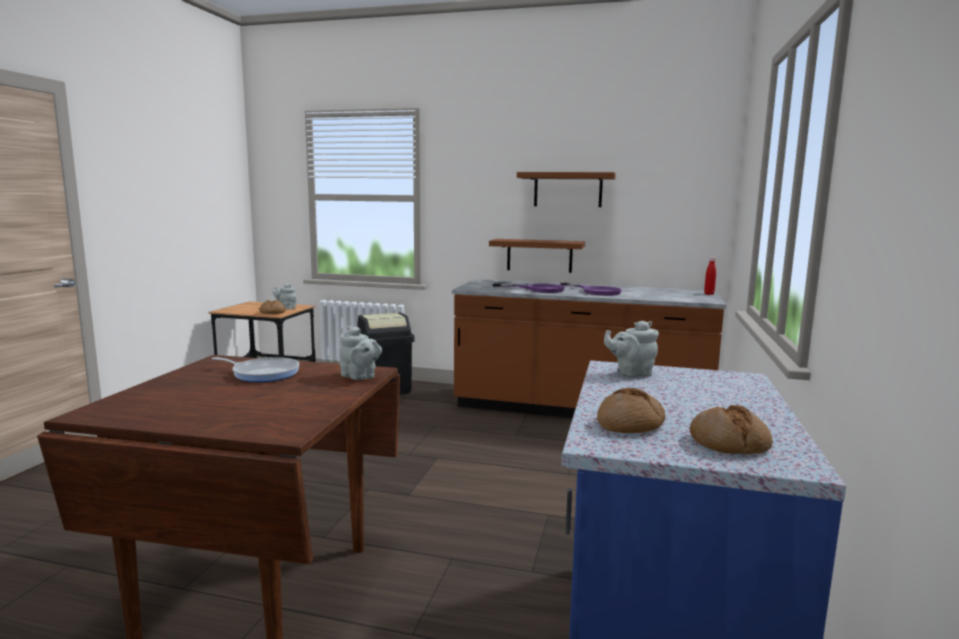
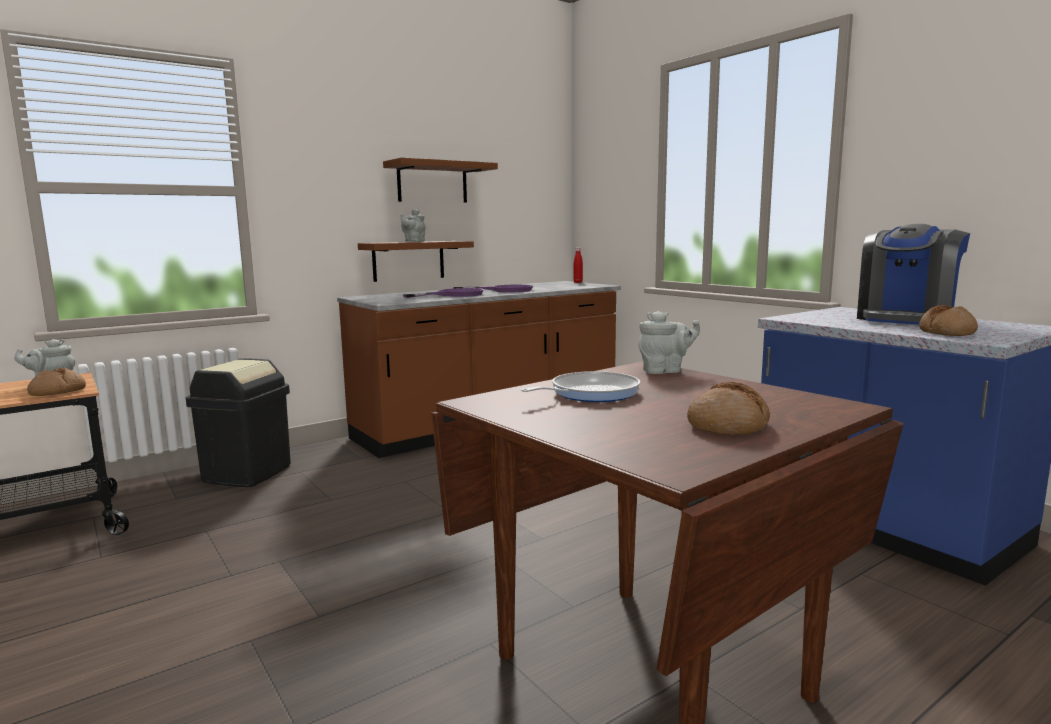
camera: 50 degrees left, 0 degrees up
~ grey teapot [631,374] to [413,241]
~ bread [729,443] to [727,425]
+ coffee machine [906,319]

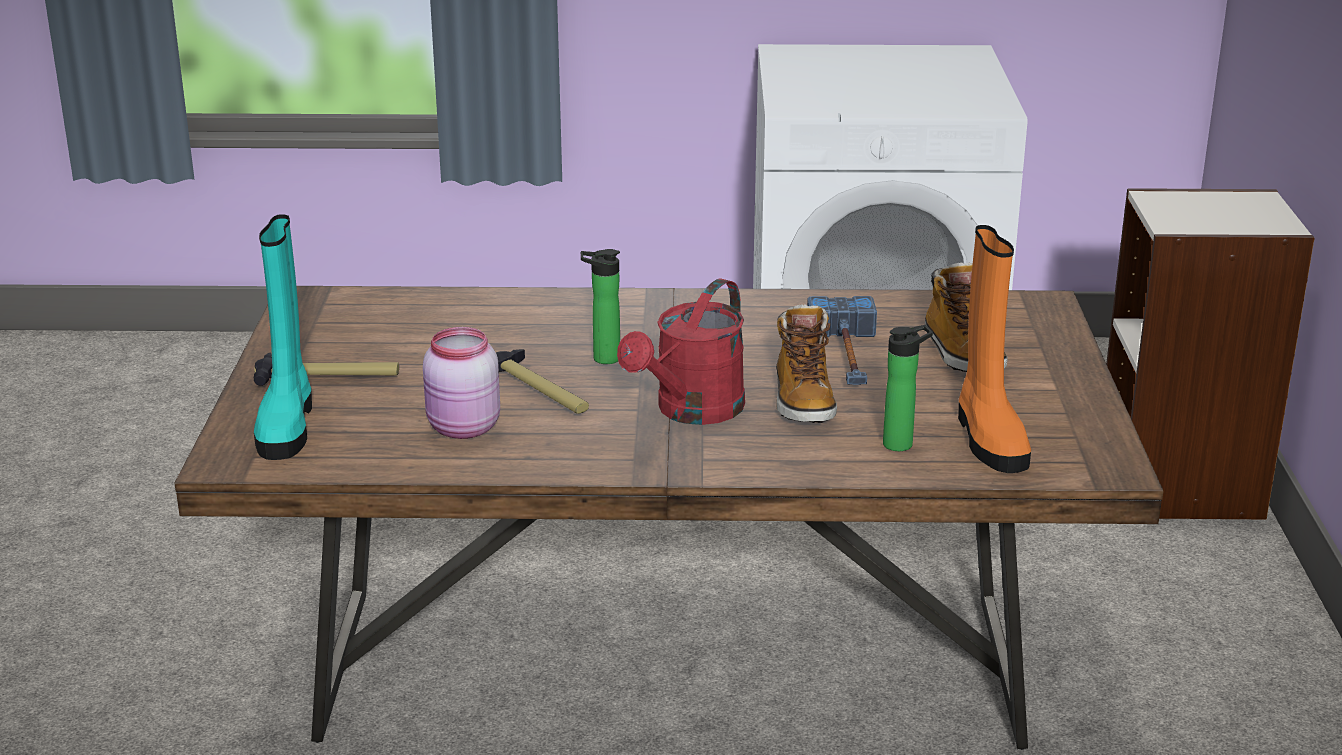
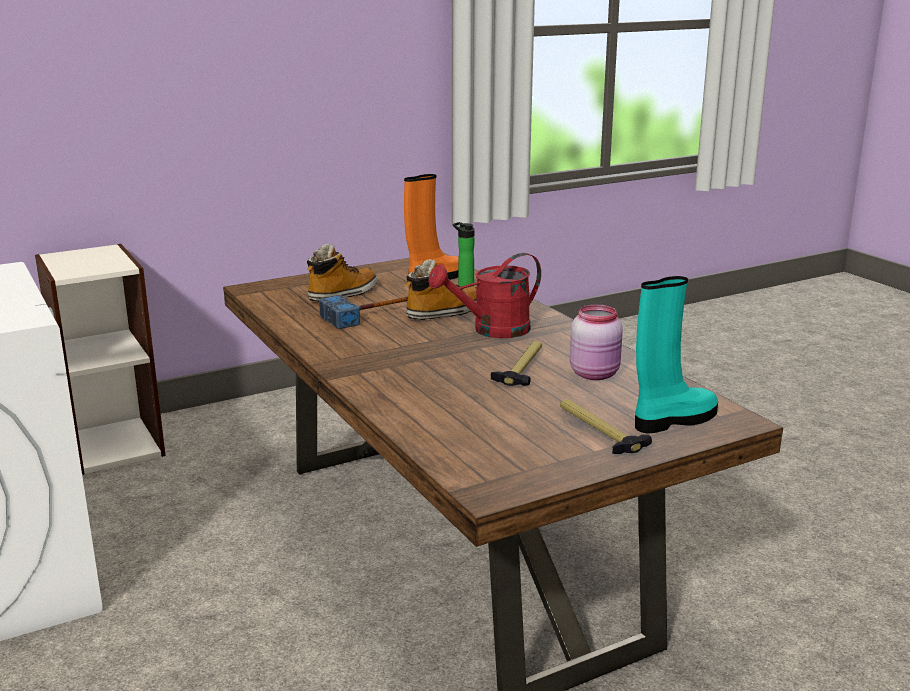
camera: 120 degrees left, 5 degrees down
- bottle [602,359]
~ red watering can [691,412] = [492,330] 150 degrees clockwise

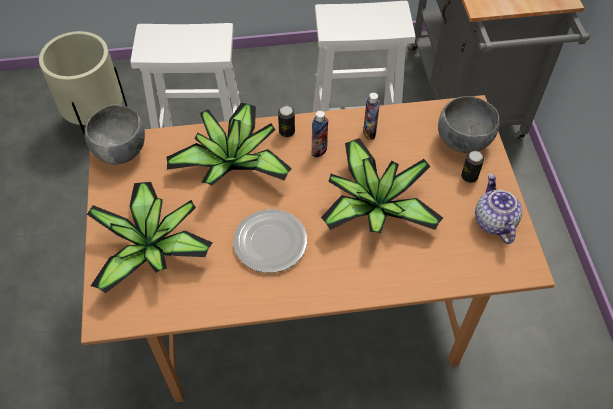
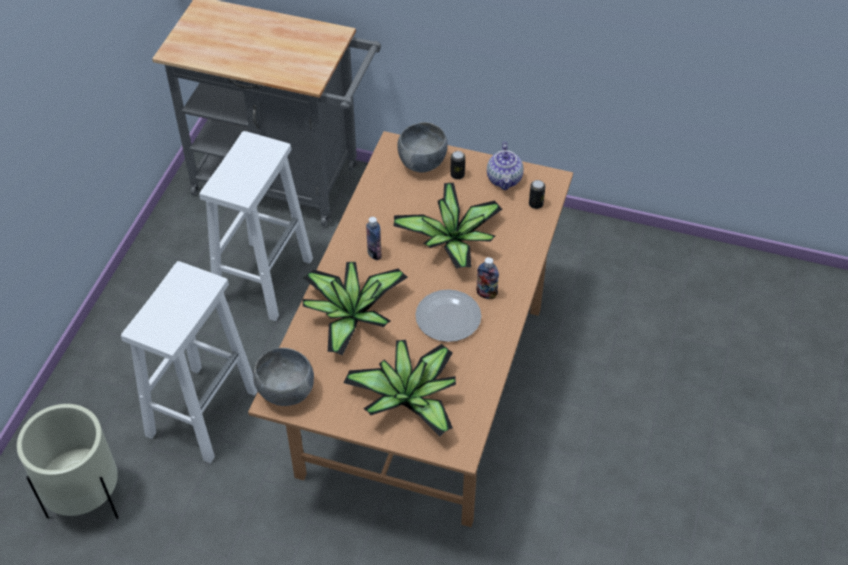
camera: 65 degrees left, 5 degrees down
~ can [287,131] to [536,204]
~ bottle [369,132] to [486,294]
~ teapot [493,221] = [505,179] 105 degrees counterclockwise

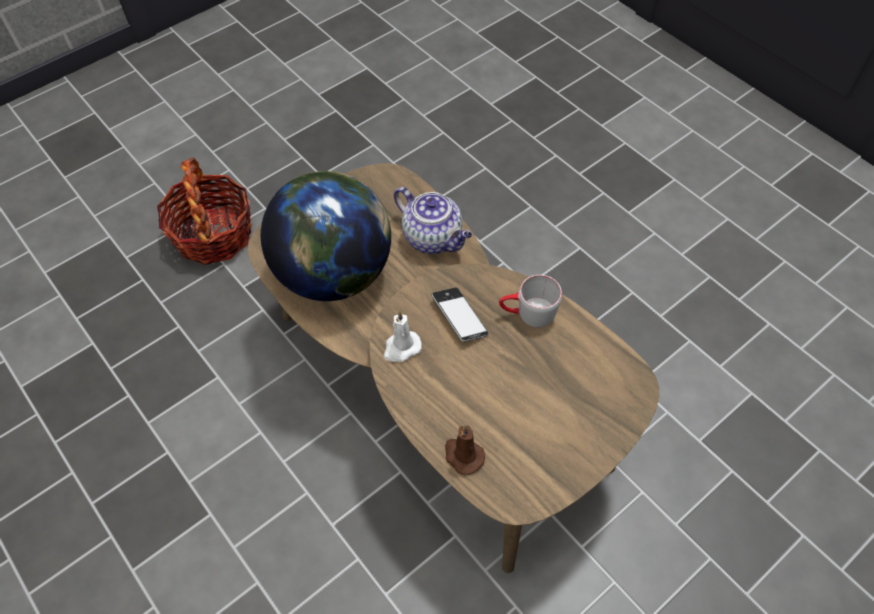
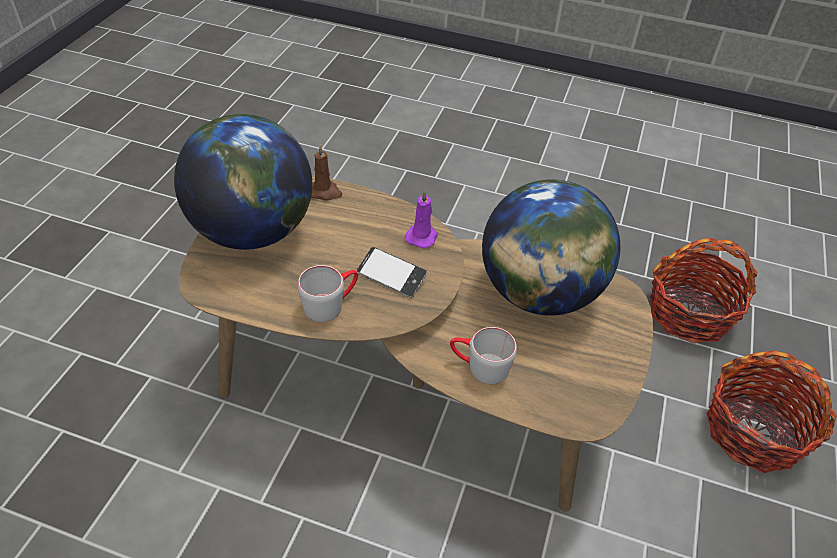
camera: 145 degrees right, 10 degrees down
~ white candle [401,348] to purple candle [422,236]
~ teapot [434,238] to grey mug [479,367]
+ globe [253,231]
+ basket [689,313]

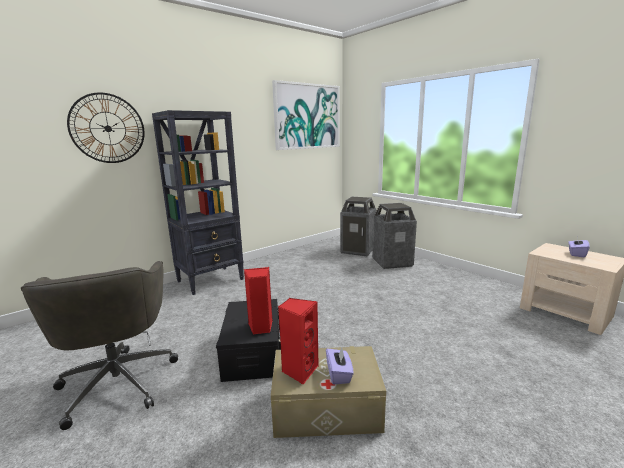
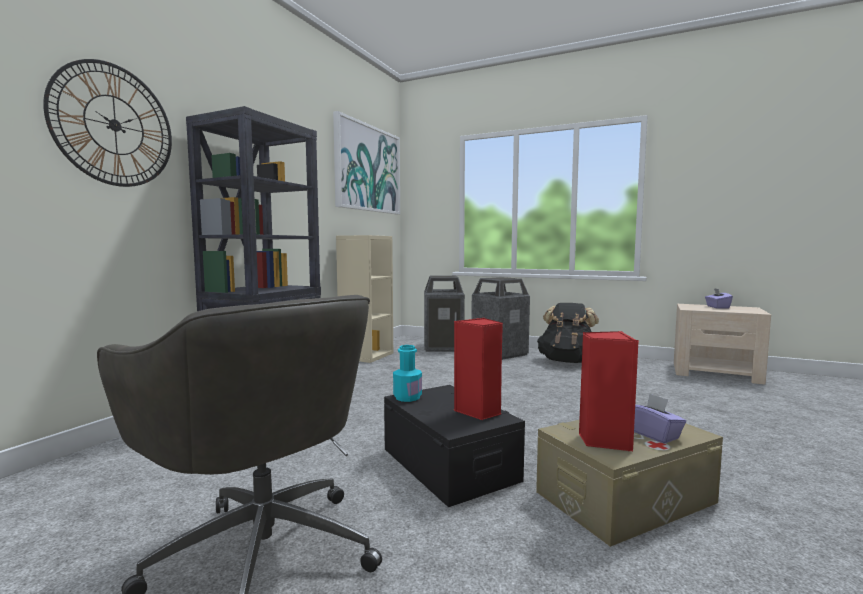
camera: 25 degrees left, 10 degrees down
+ beige bookcase [366,355]
+ turquoise bottle [407,397]
+ black backpack [567,362]

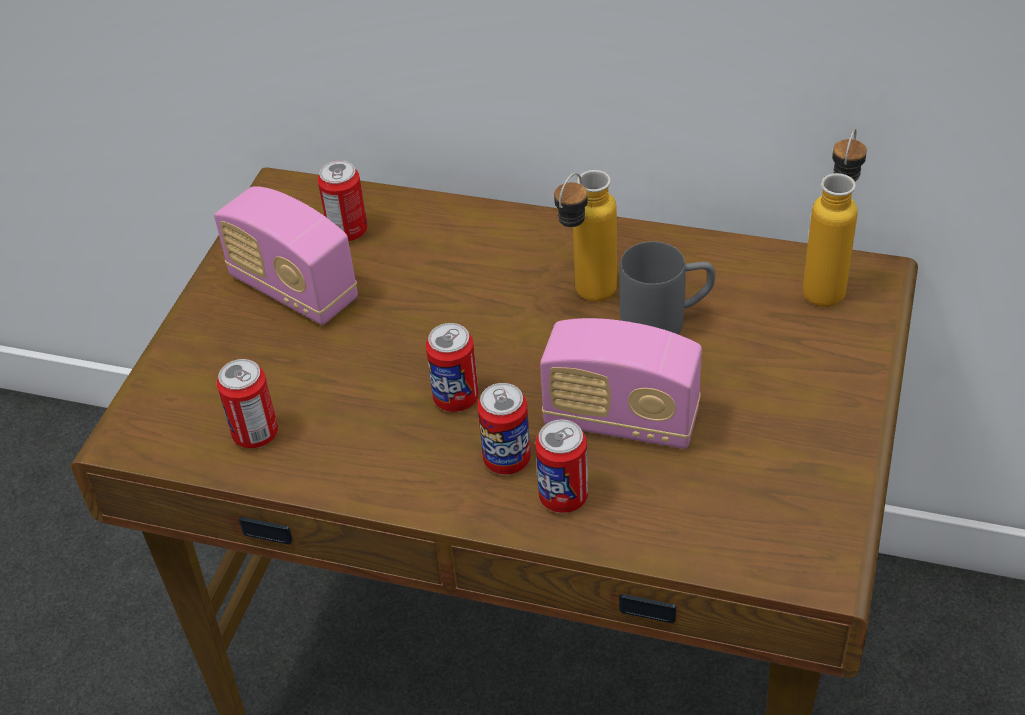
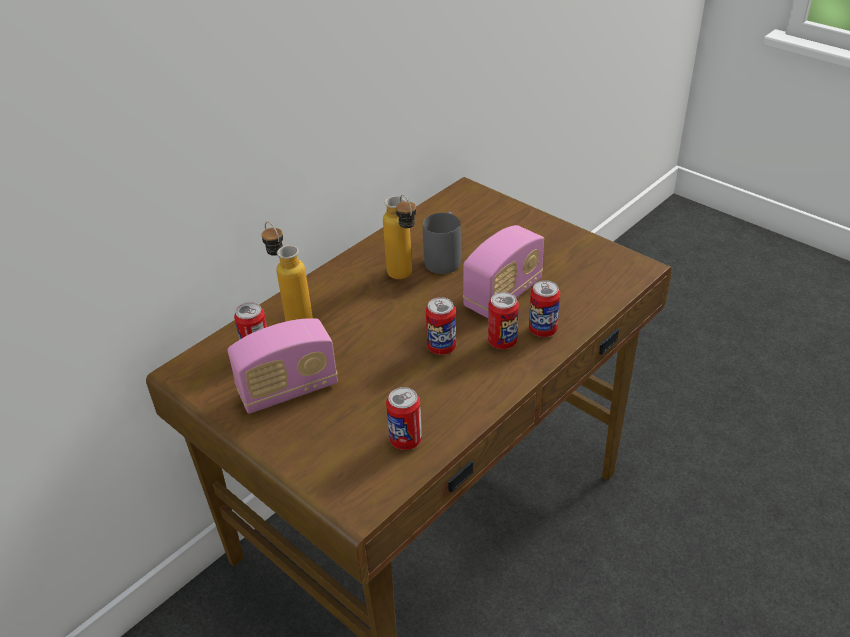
camera: 65 degrees left, 5 degrees down
~ bottle [828,283] to [293,318]

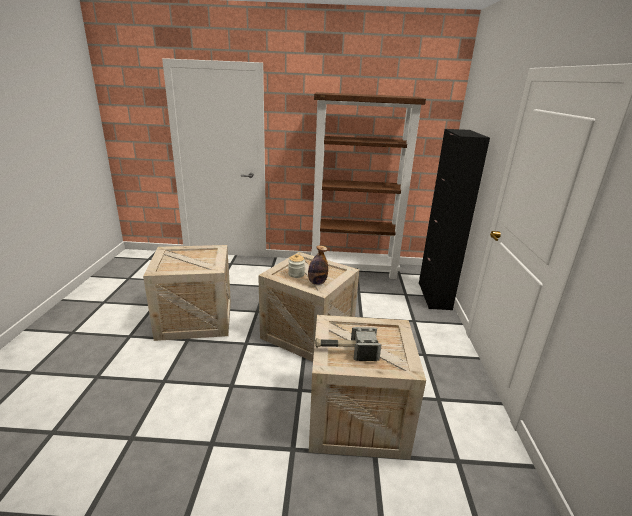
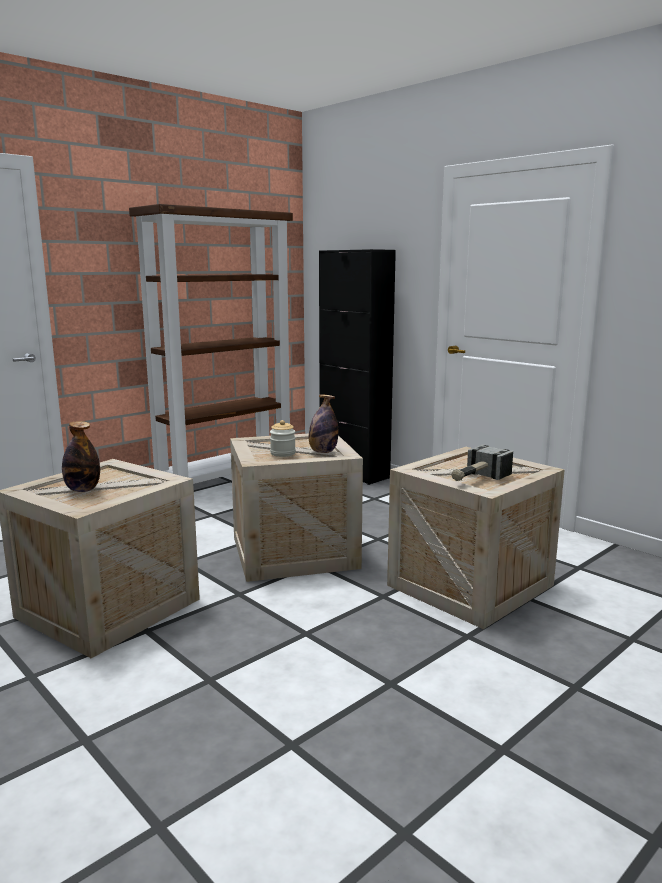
camera: 45 degrees left, 10 degrees down
+ bottle [82,490]

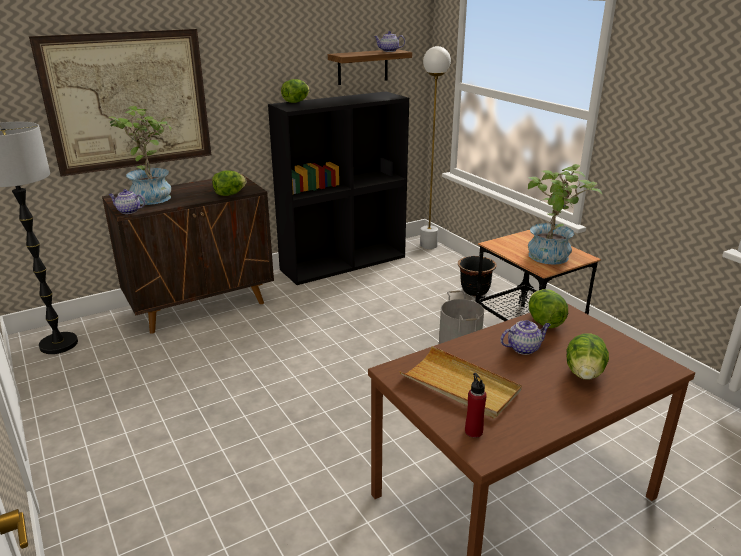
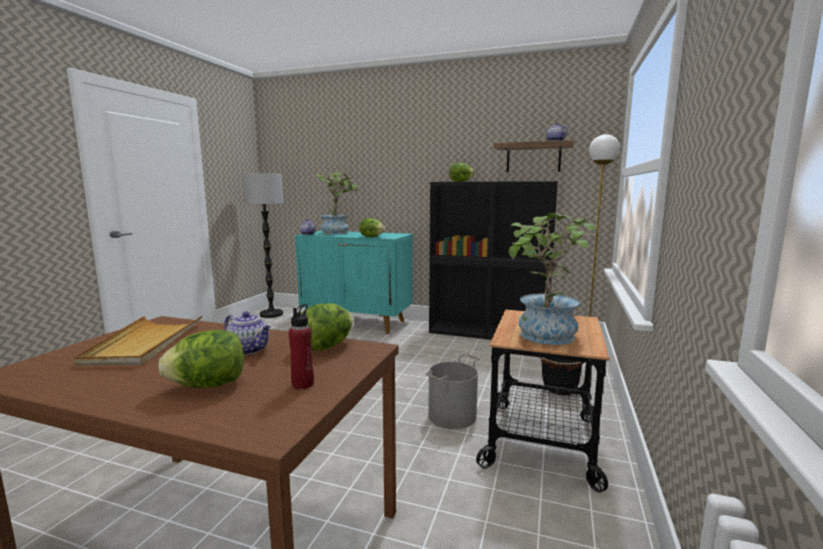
camera: 50 degrees right, 15 degrees down
- picture [129,101]
~ brown cabinet [202,305] to turquoise cabinet [358,322]
~ red bottle [473,431] to [303,384]

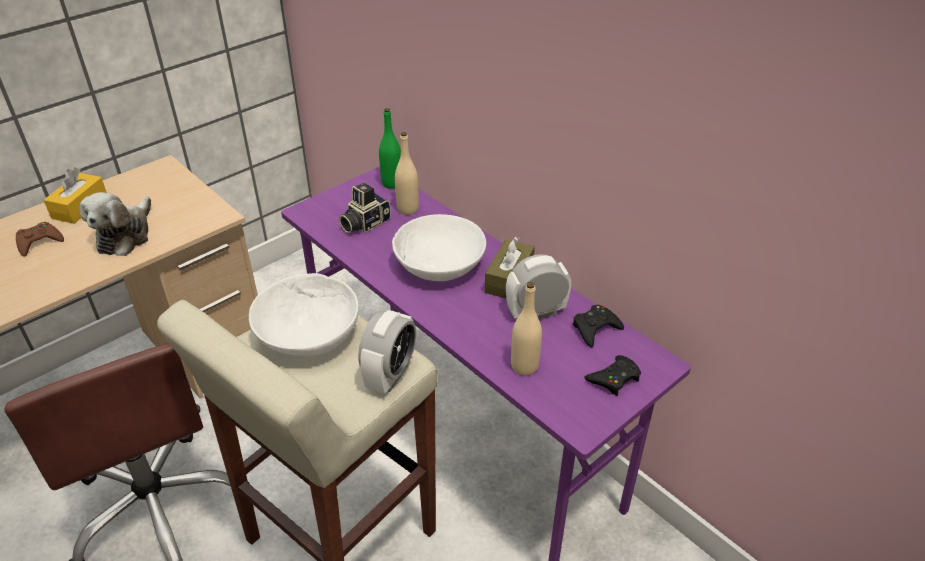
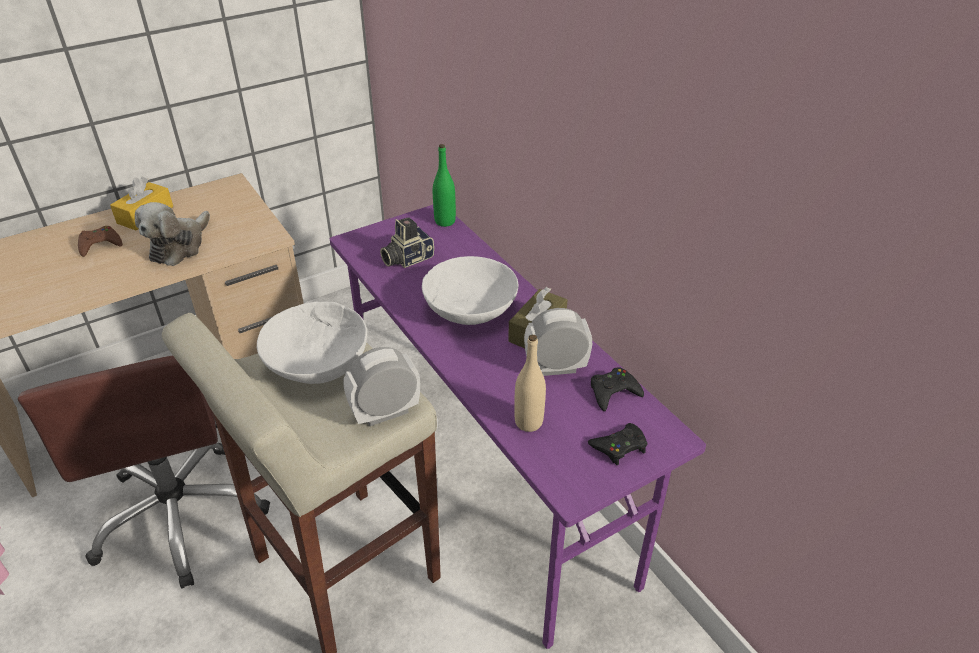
camera: 10 degrees right, 0 degrees up
~ alarm clock [390,375] = [385,413] 150 degrees counterclockwise
- beige bottle [408,209]

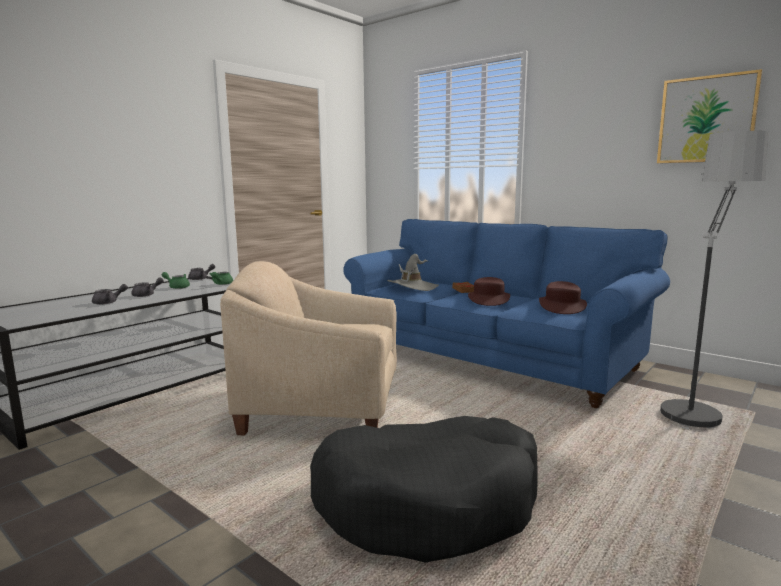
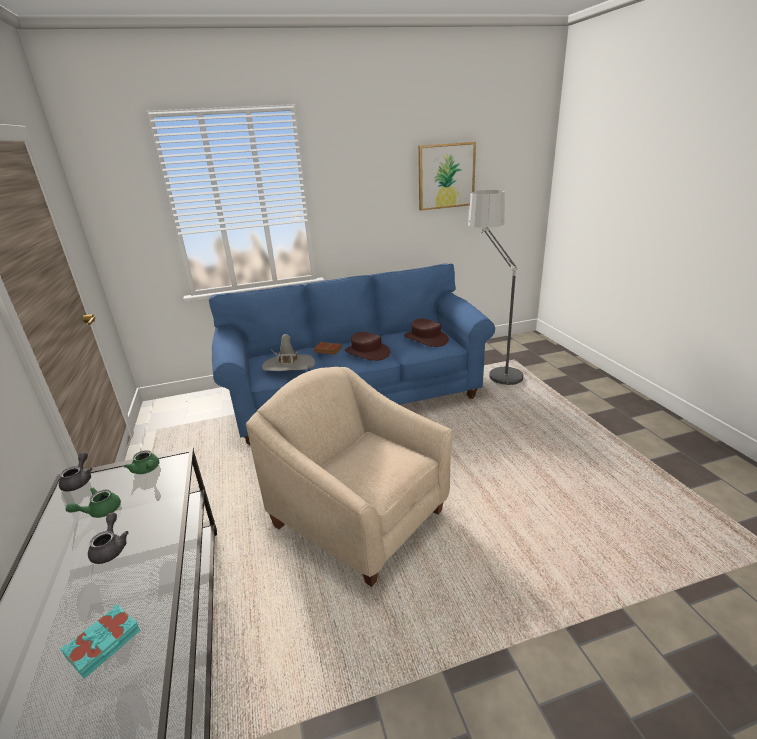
camera: 55 degrees left, 15 degrees up
- grey teapot [109,302]
~ beige armchair [321,409] = [360,517] 90 degrees clockwise
- black dog bed [429,503]
+ turquoise book [104,644]

